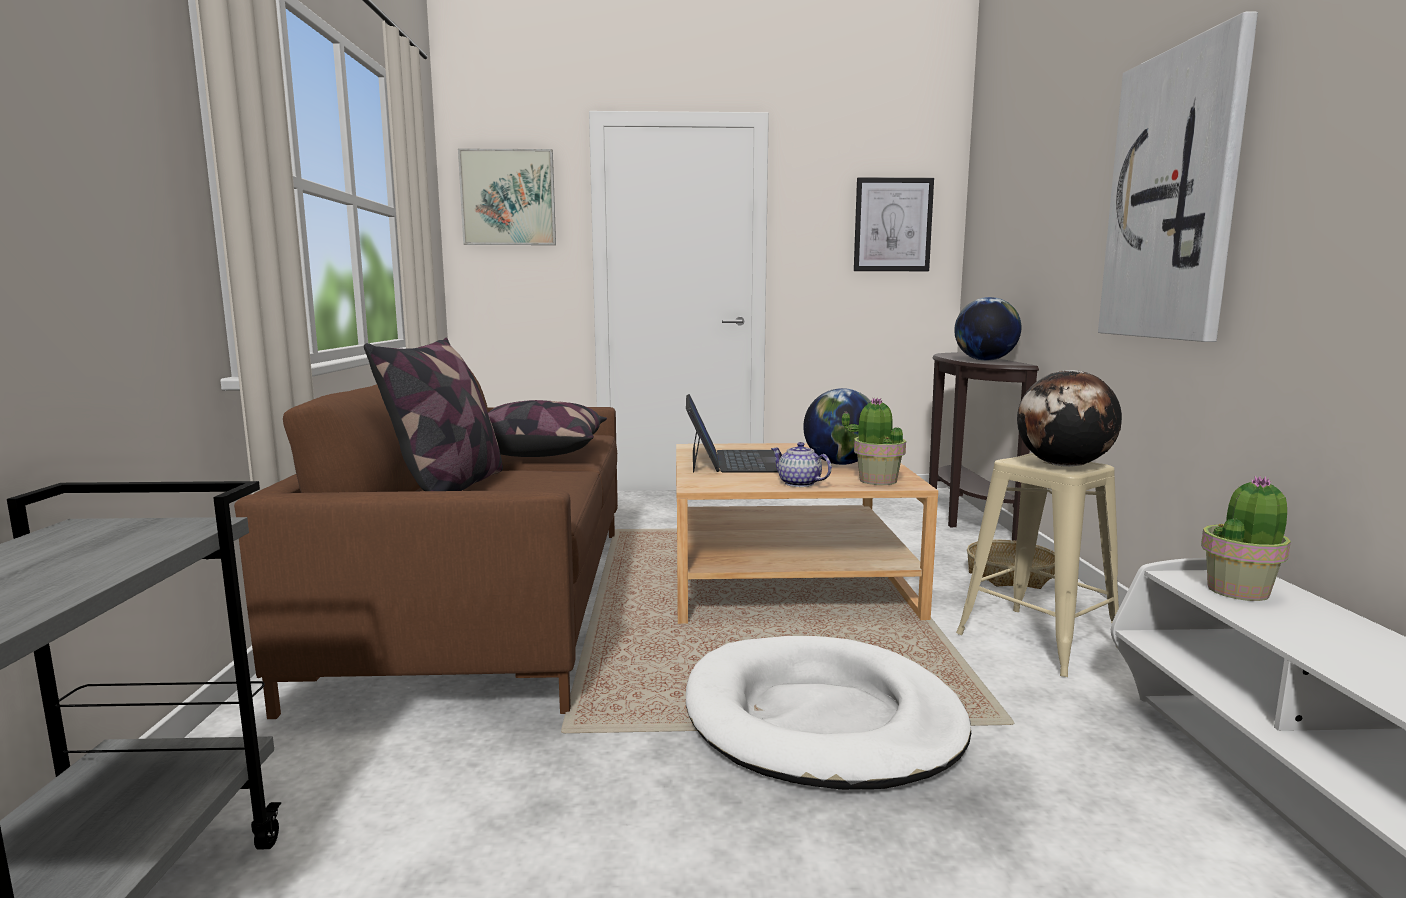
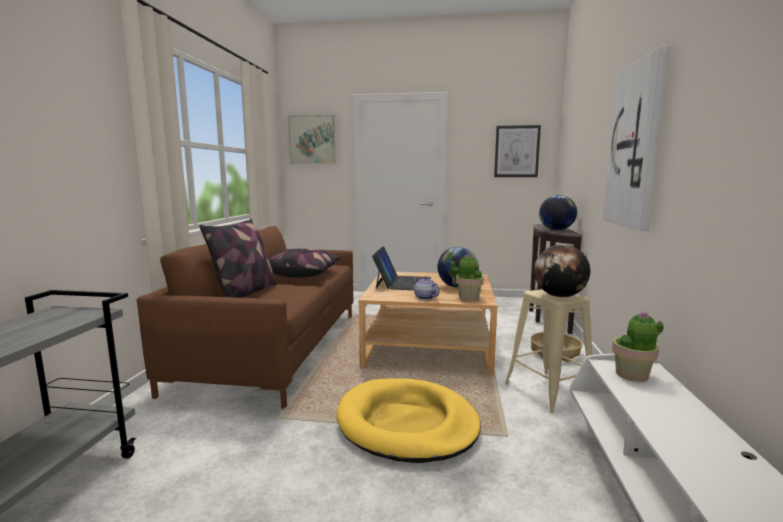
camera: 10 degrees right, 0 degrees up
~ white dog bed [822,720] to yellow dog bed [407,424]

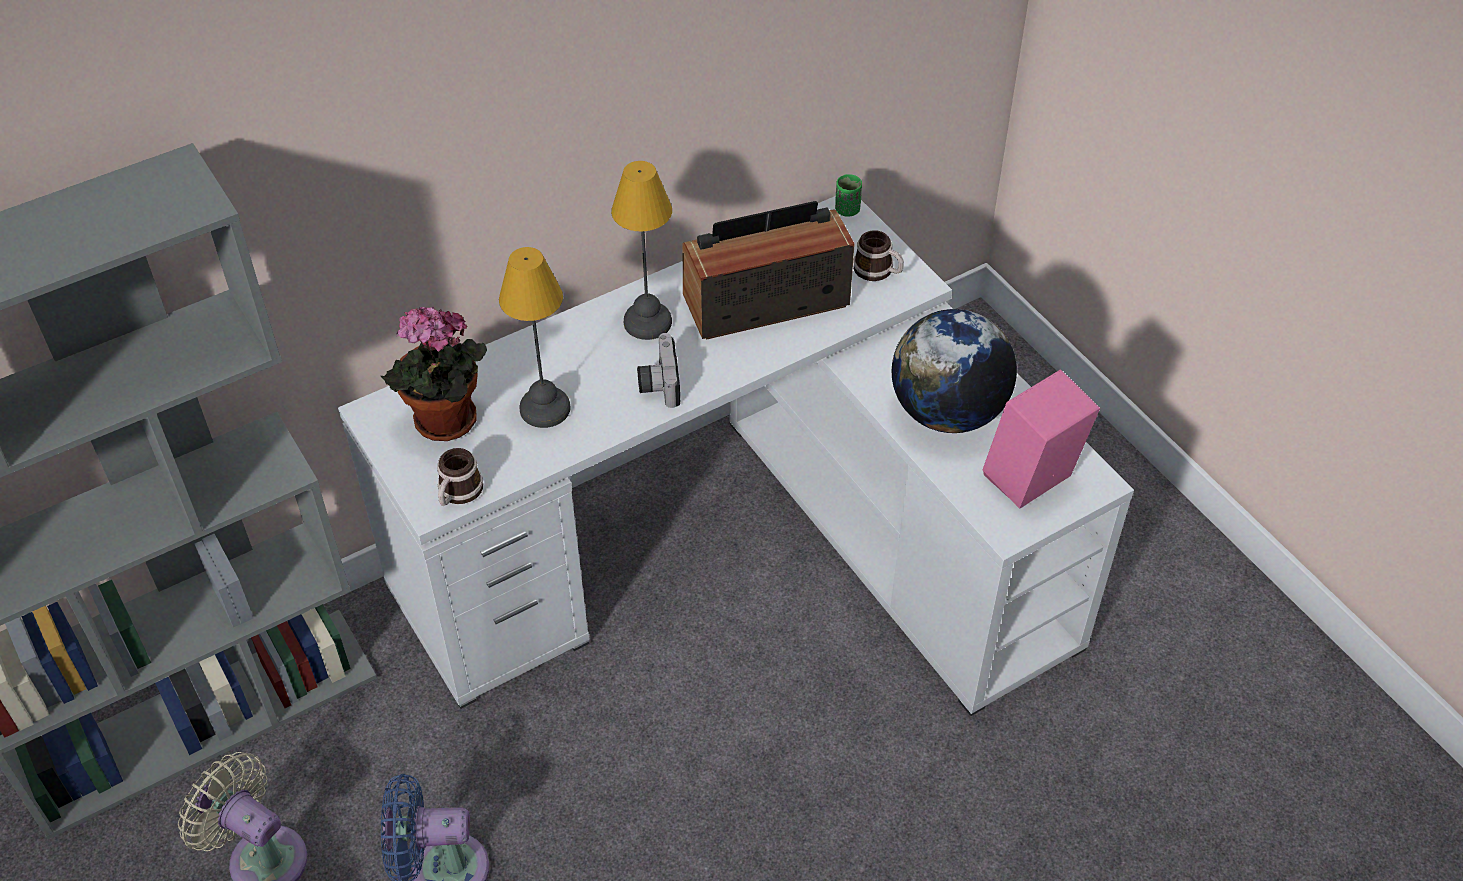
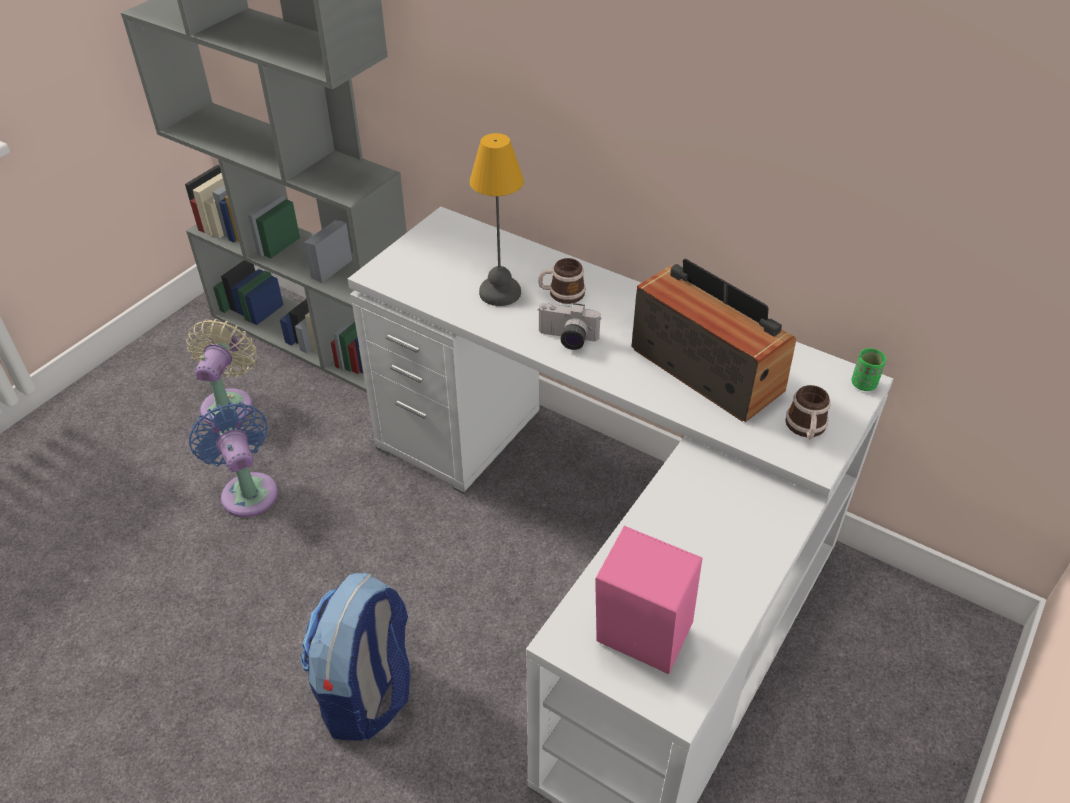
camera: 65 degrees right, 5 degrees down
- potted plant [444,425]
~ mug [458,493] to [561,294]
- table lamp [647,323]
~ photo camera [658,382] = [567,339] 135 degrees counterclockwise
- globe [947,412]
+ backpack [368,693]

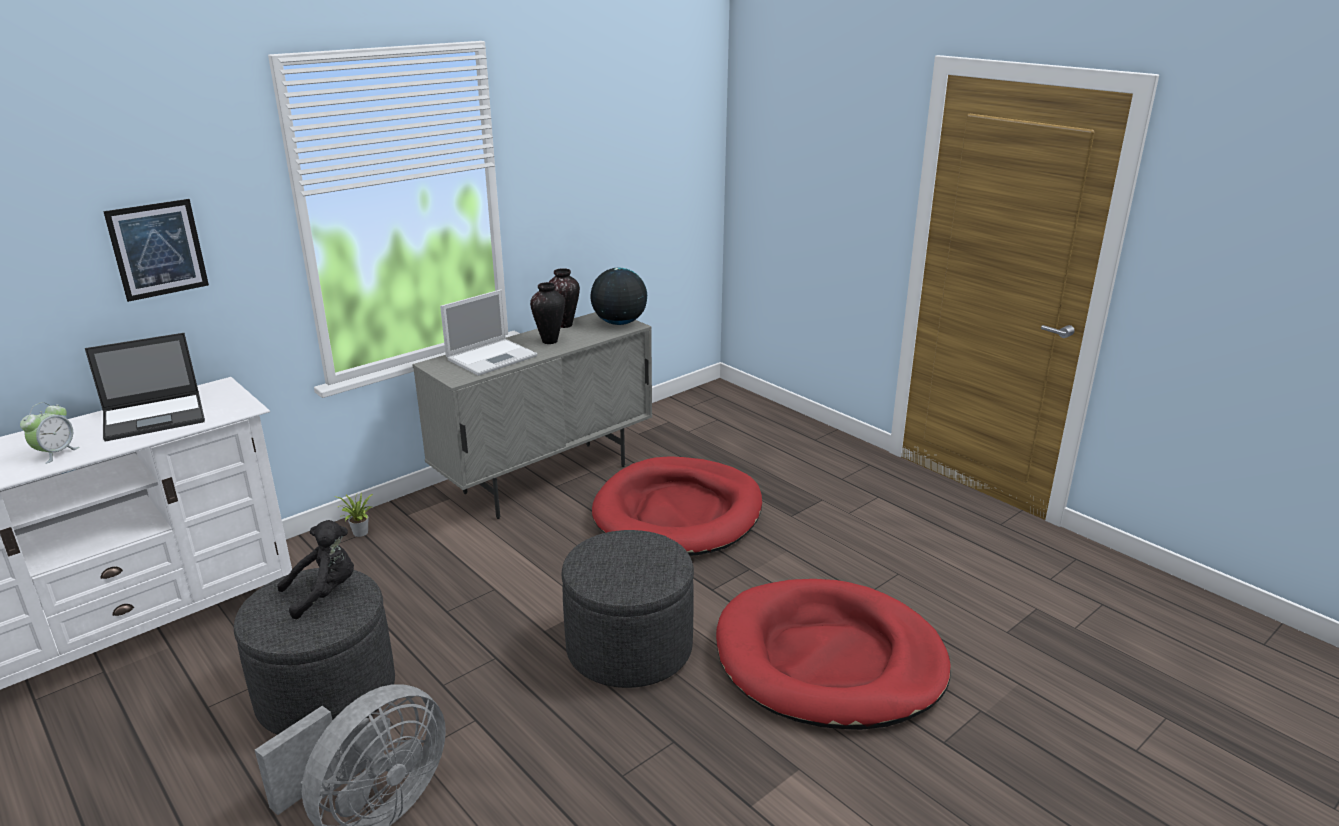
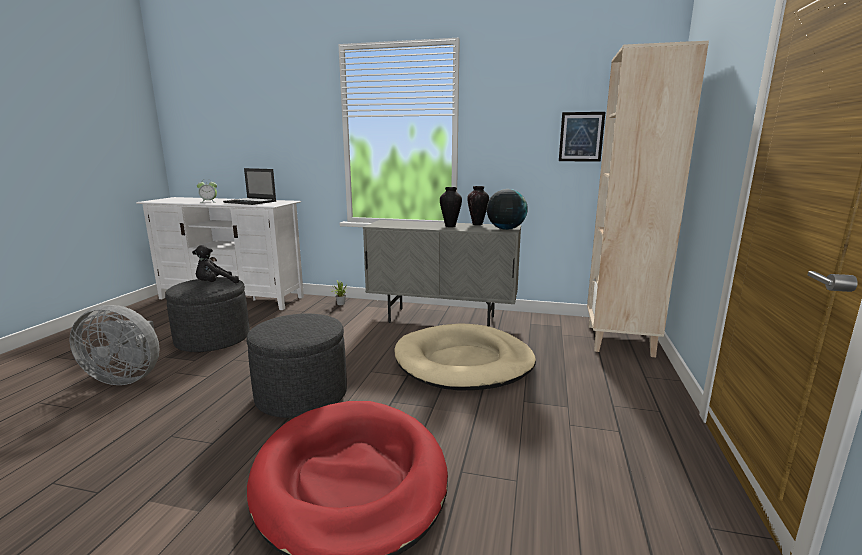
camera: 55 degrees right, 10 degrees down
~ picture [158,249] to [581,137]
~ black plush toy [324,593] = [215,284] 120 degrees clockwise
- laptop [493,357]
~ red dog bed [678,513] to beige dog bed [464,362]
+ beige bookcase [620,340]

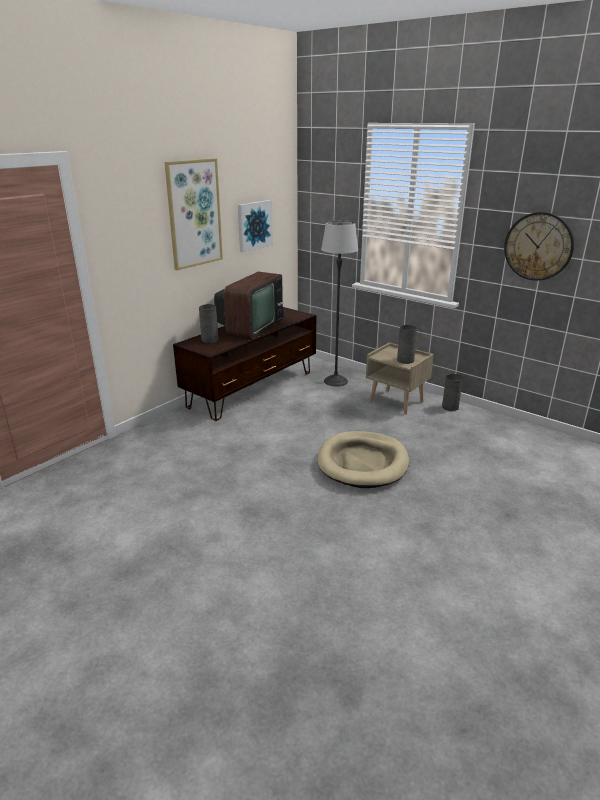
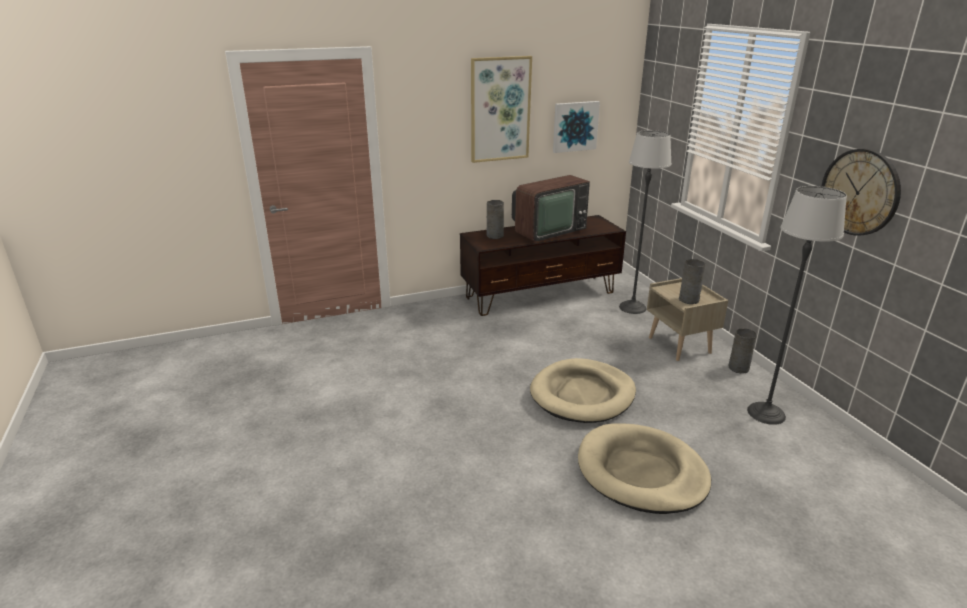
camera: 30 degrees right, 0 degrees up
+ beige dog bed [641,472]
+ floor lamp [766,413]

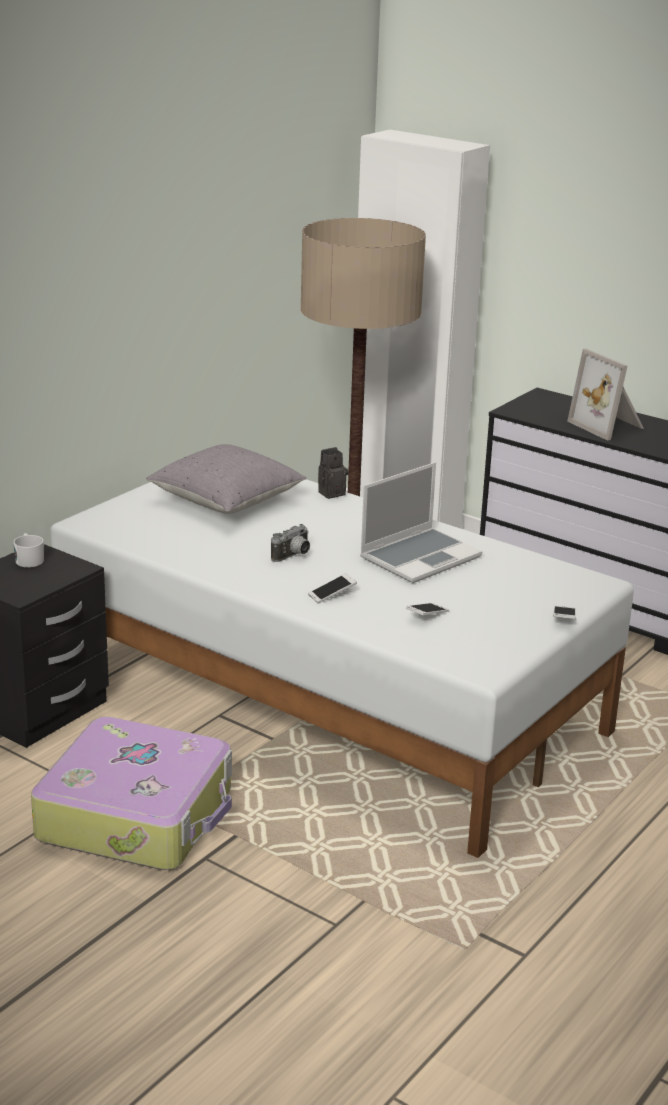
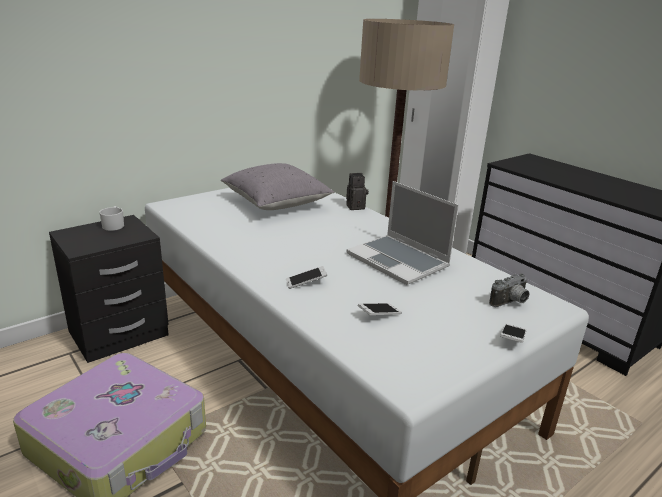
camera: 15 degrees right, 0 degrees up
~ photo camera [293,556] to [510,303]
~ laptop [420,557] = [399,261] 75 degrees clockwise
- picture frame [608,426]

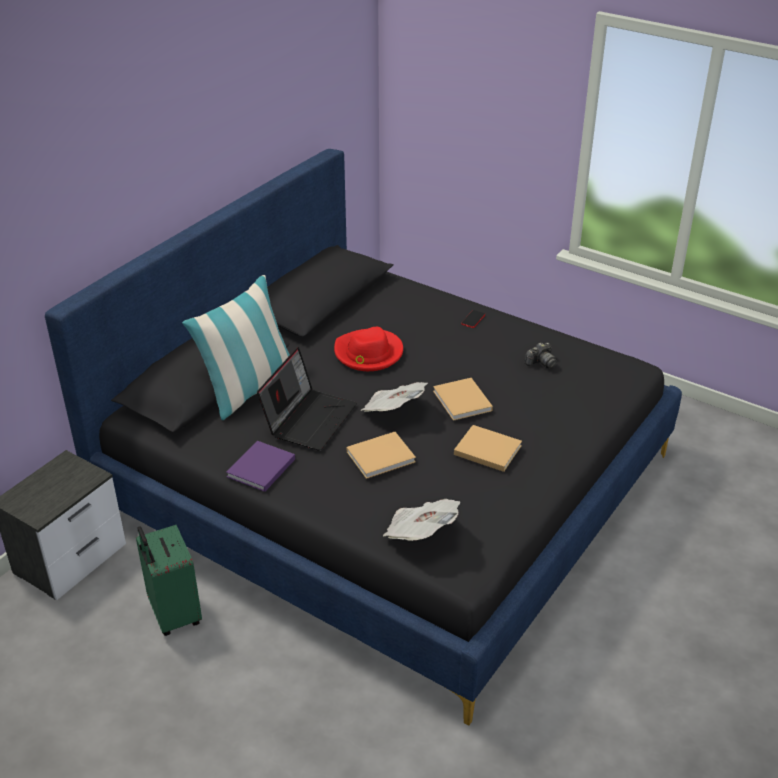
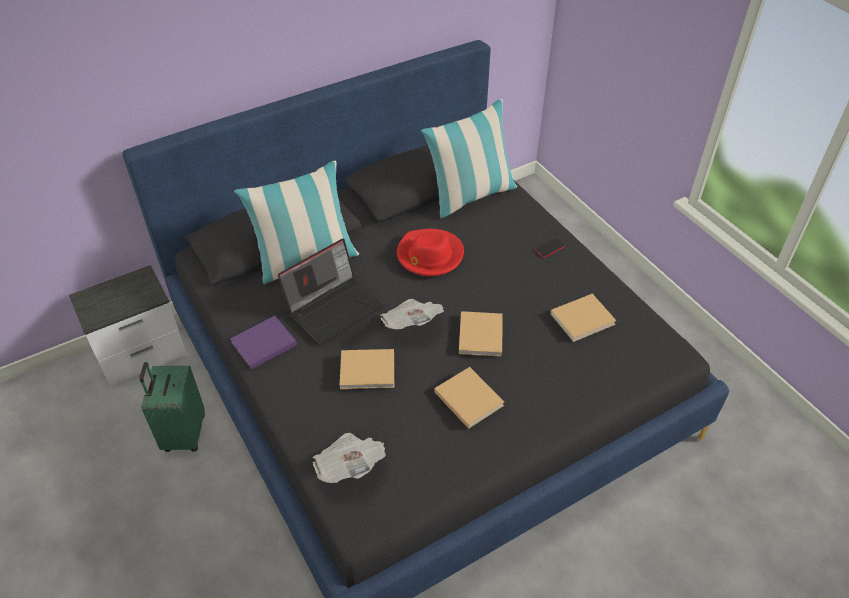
camera: 25 degrees right, 10 degrees up
~ photo camera [541,363] to beige book [584,318]
+ pillow [470,196]

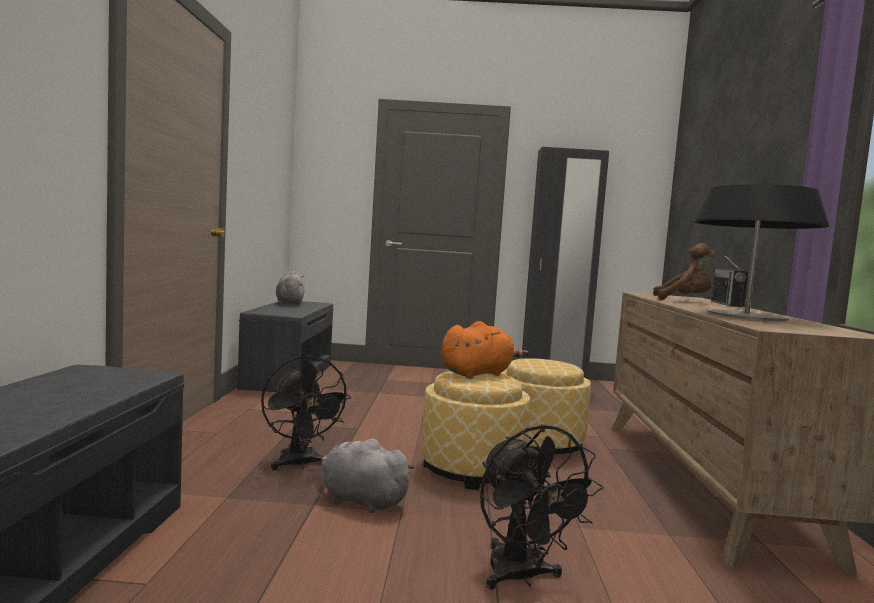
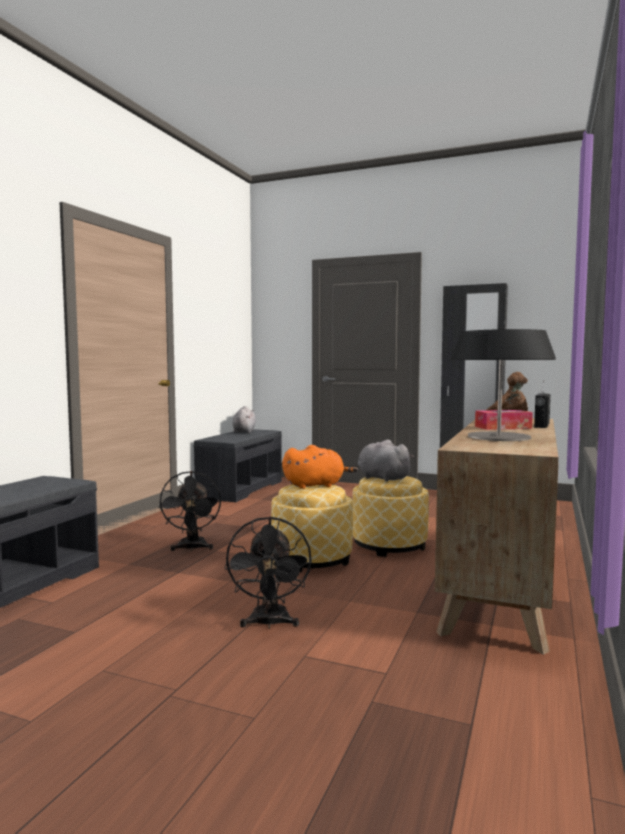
camera: 20 degrees right, 0 degrees up
~ grey plush toy [360,500] to [381,478]
+ tissue box [503,427]

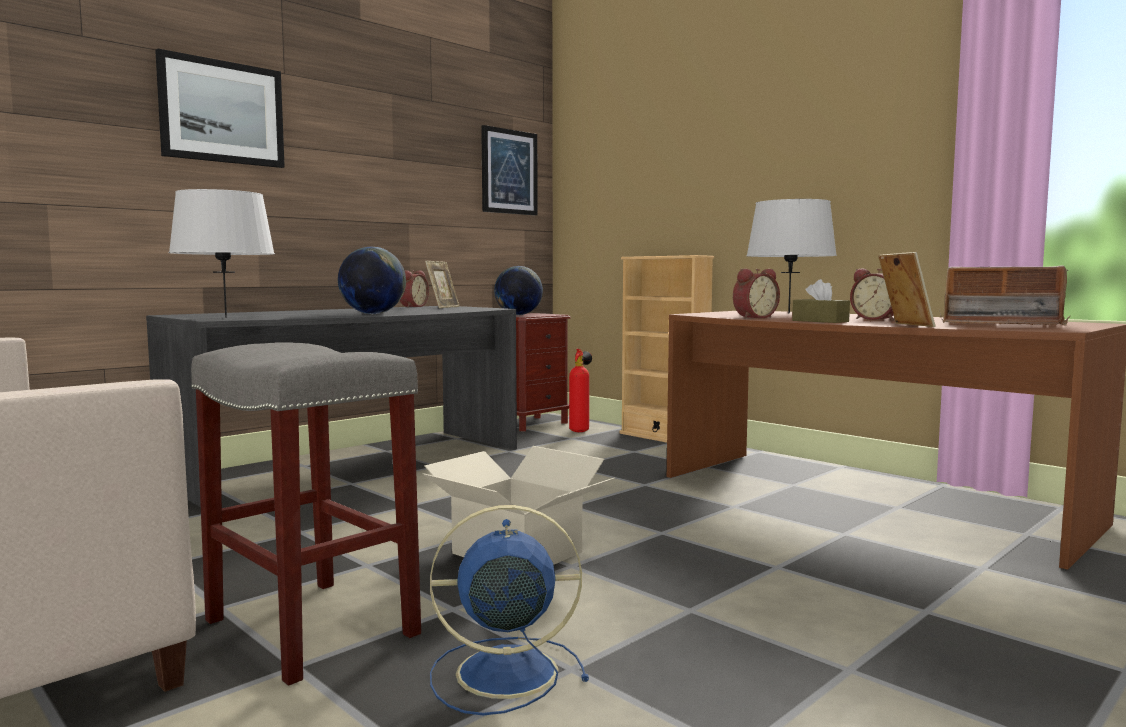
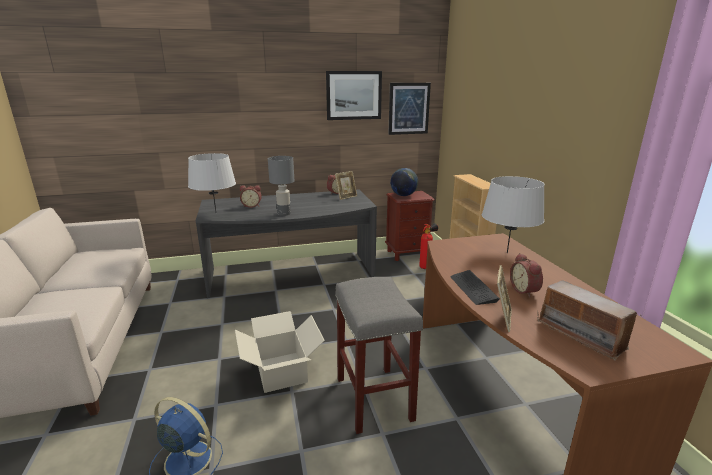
camera: 30 degrees right, 15 degrees up
~ picture [222,112] to [353,95]
~ grey stool [308,627] to [373,398]
~ globe [373,314] to grey table lamp [284,213]
~ alarm clock [753,317] to [252,206]
~ brown tissue box [820,321] to keyboard [473,288]

